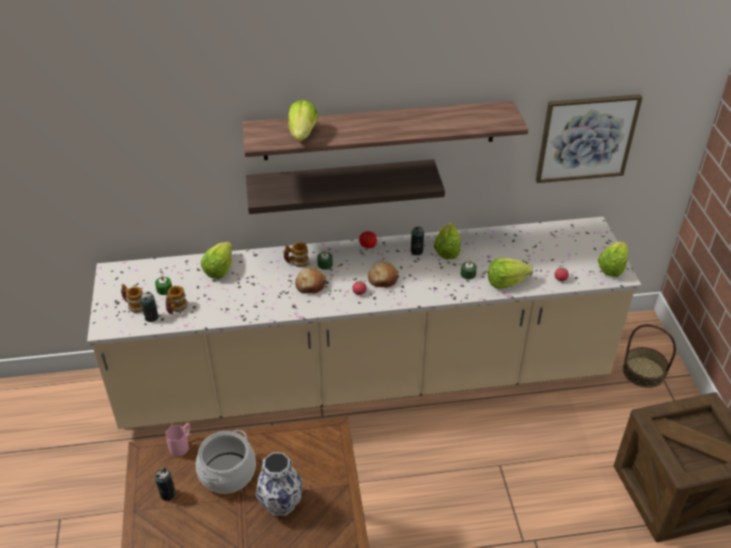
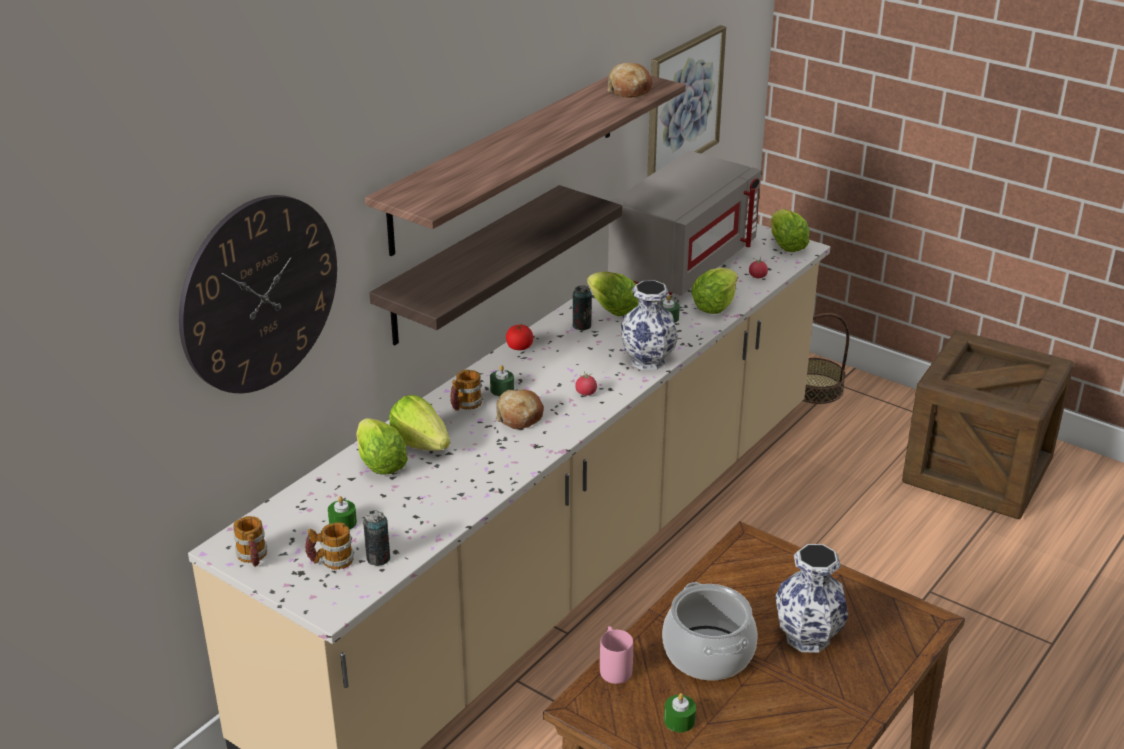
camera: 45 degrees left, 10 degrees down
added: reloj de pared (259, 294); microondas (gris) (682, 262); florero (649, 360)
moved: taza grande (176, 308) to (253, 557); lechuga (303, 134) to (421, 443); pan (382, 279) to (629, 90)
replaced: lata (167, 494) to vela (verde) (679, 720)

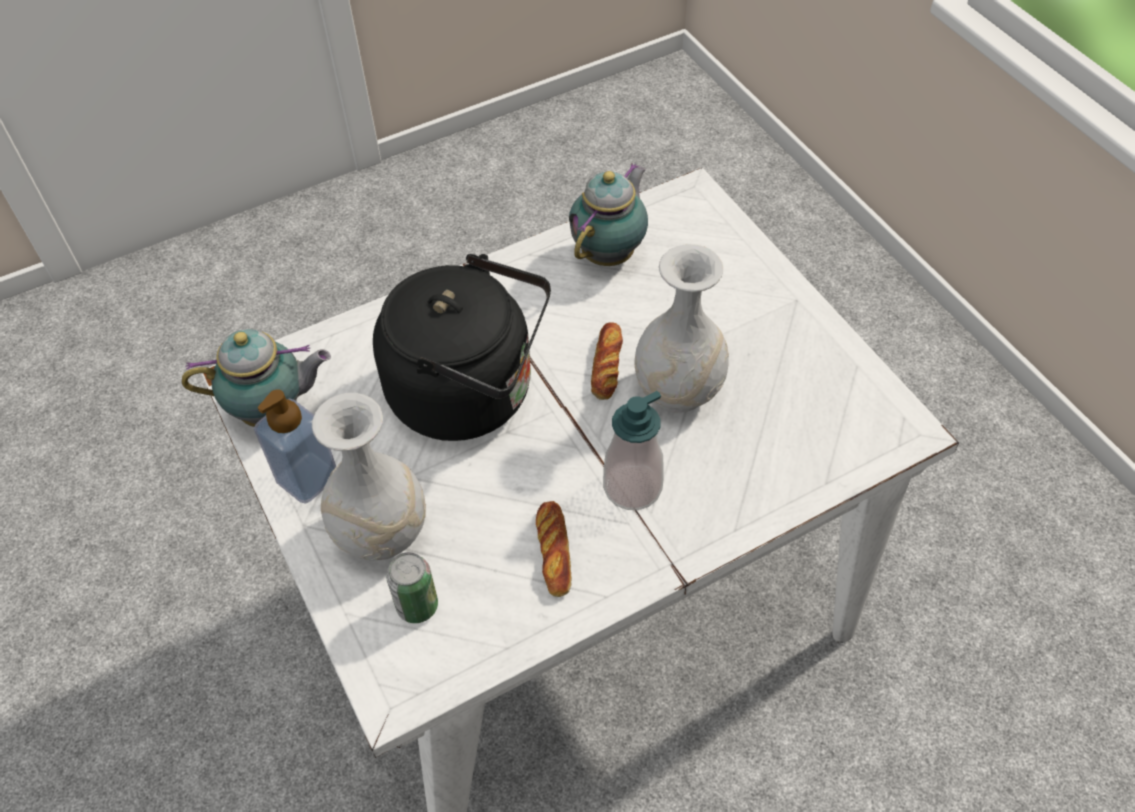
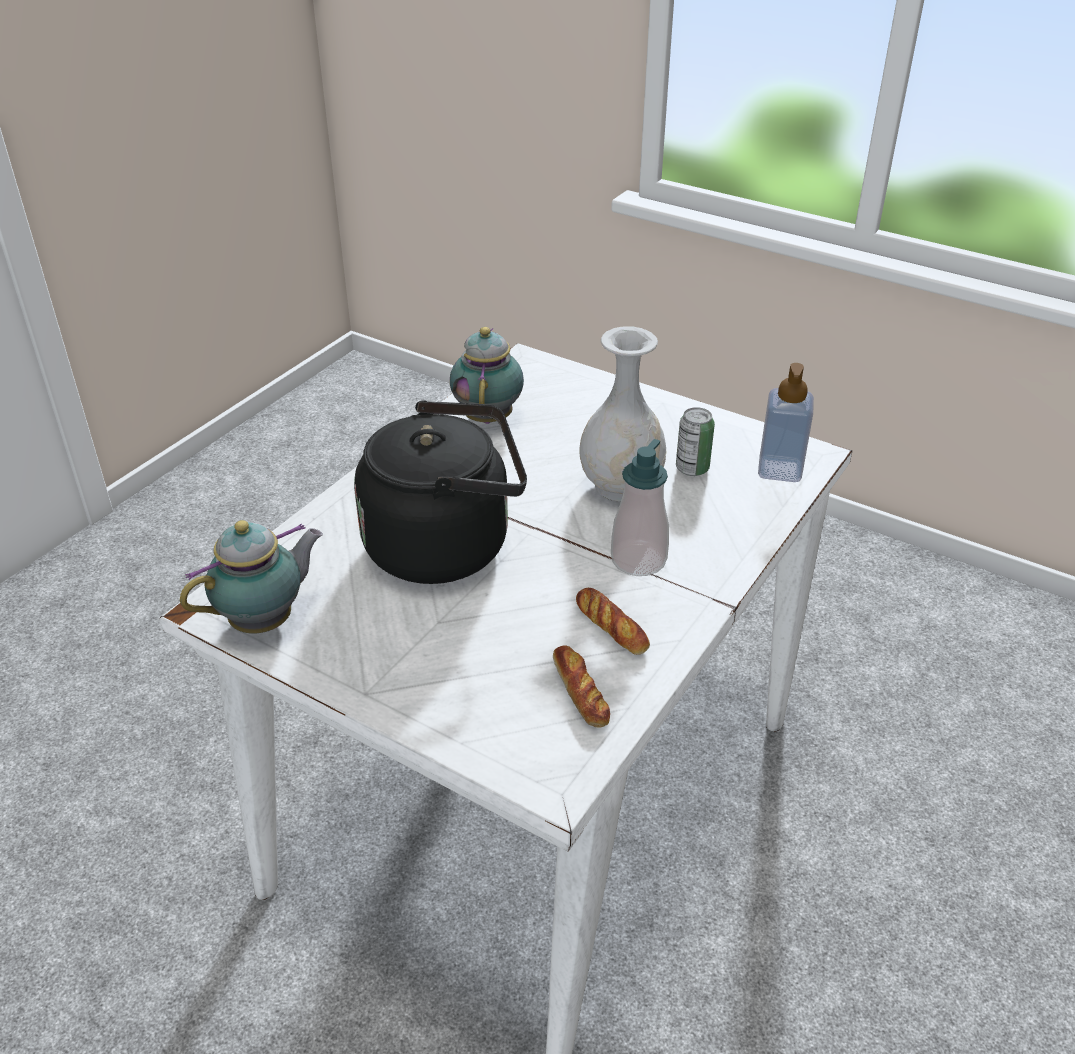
camera: 30 degrees left, 15 degrees down
removed: florero (blanco) (381, 534)
moved: pan (606, 365) to (580, 691); lata (417, 606) to (692, 468); dispensador de jabón (307, 478) to (779, 469)

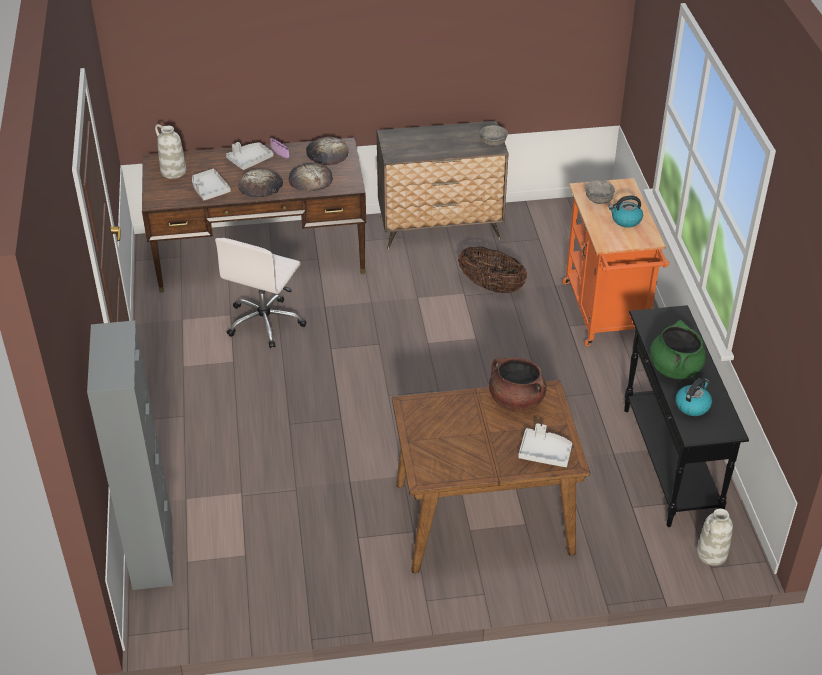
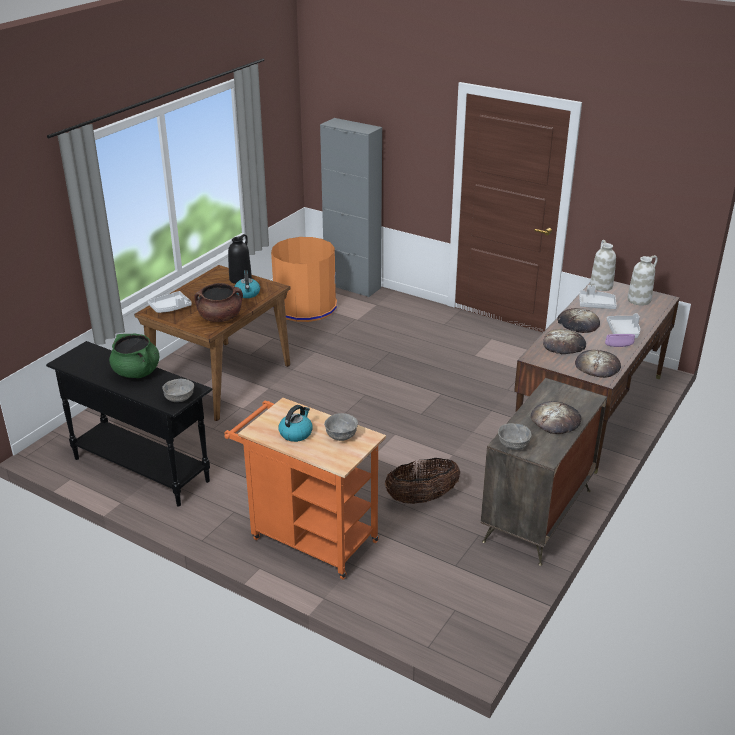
camera: 130 degrees right, 10 degrees down
removed: silla de oficina (blanco) (265, 322)
added: cuenco (gris) (179, 399); florero (negro) (240, 279); papelera (naranja) (305, 307); pan (555, 420)
moved: hervidor (692, 405) to (247, 294); florero (blanco) (711, 554) to (600, 286)

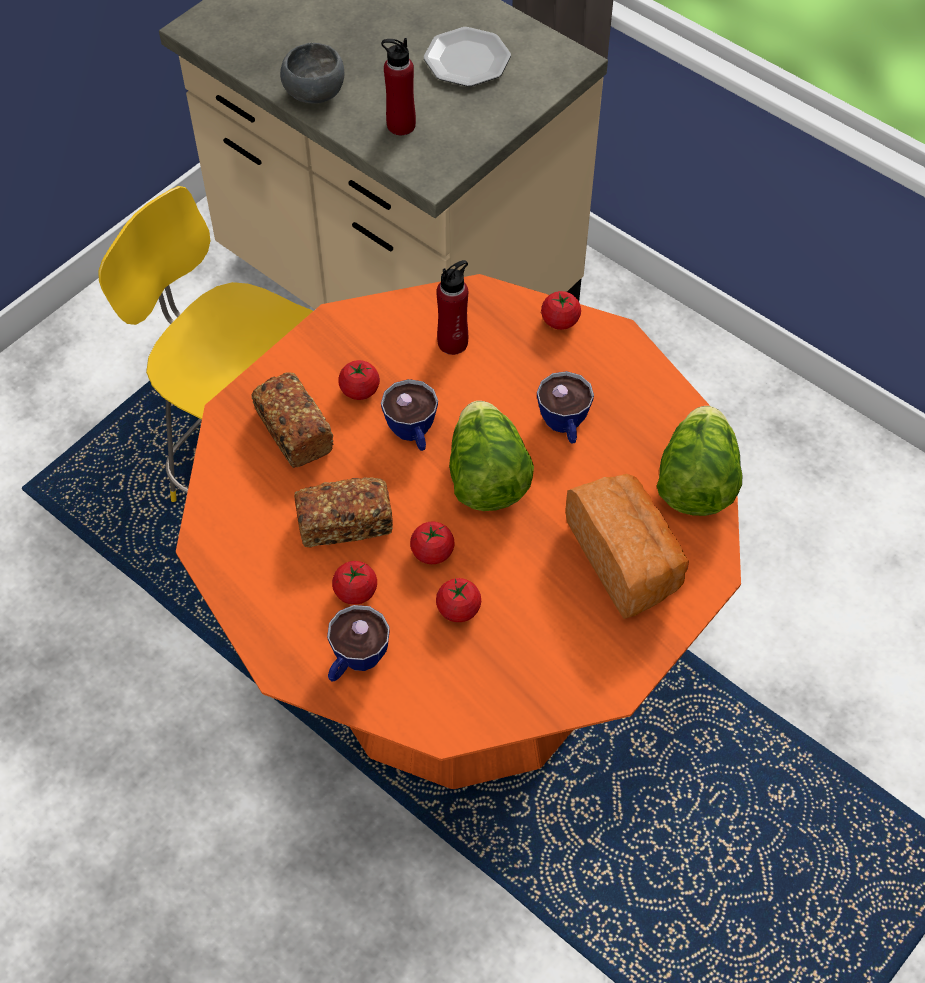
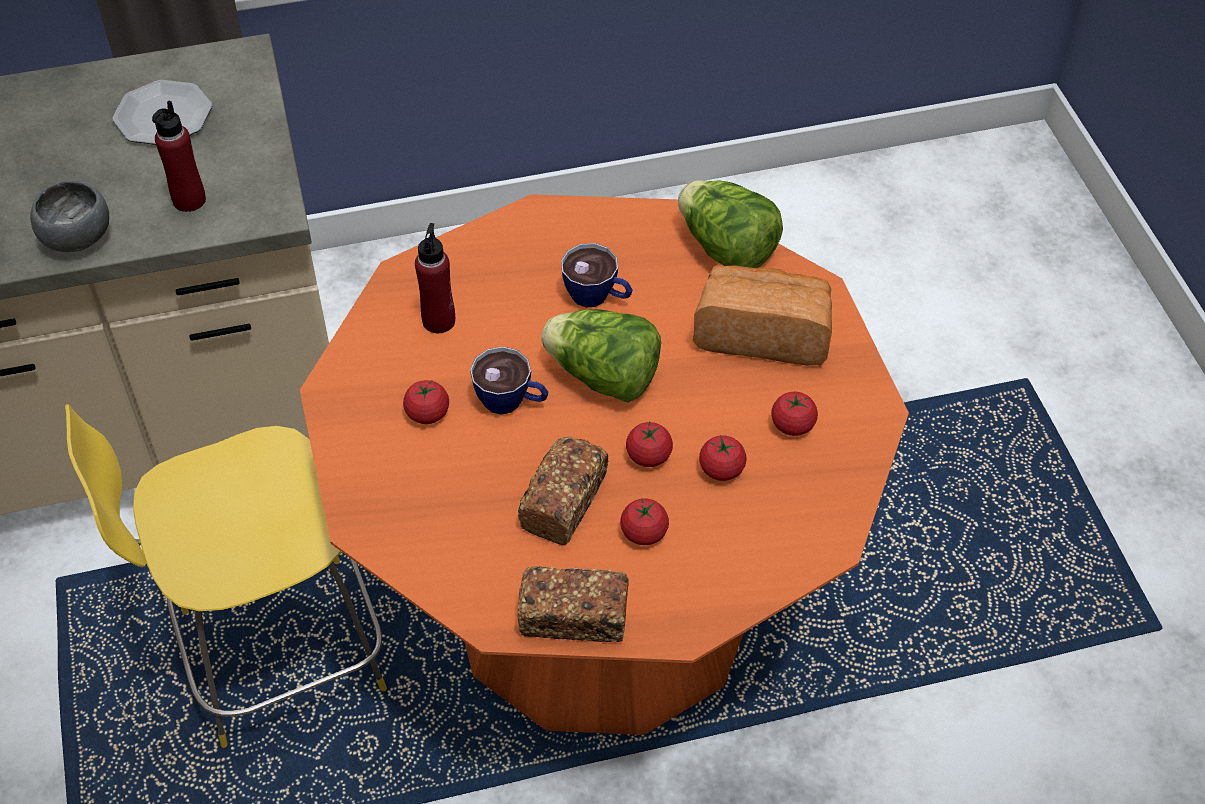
camera: 55 degrees left, 5 degrees down
removed: taza (355, 661)
moved: pan (293, 431) to (573, 617); tomate (560, 321) to (792, 425)

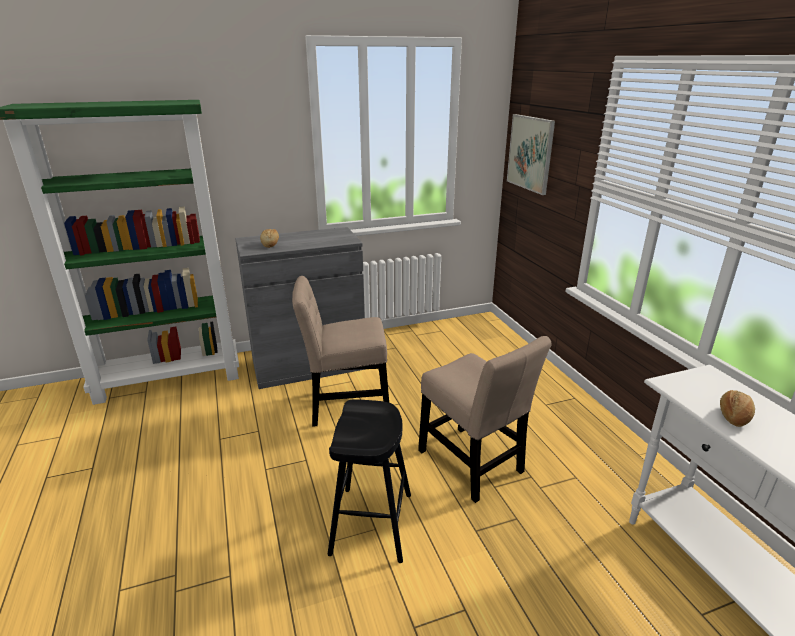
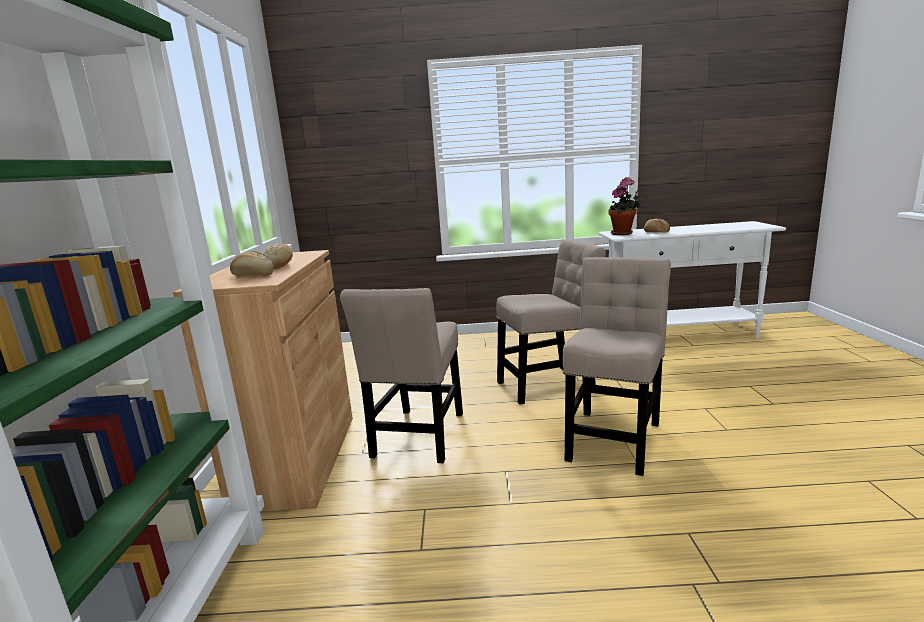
camera: 70 degrees left, 10 degrees down
removed: cuadro (530, 153)
added: pan (280, 266); planta en maceta (623, 233)
replaced: taburete (negro) (371, 523) to silla (beis) (613, 437)
recoloured: armario (gris) (309, 365) to armario (marrón) (298, 459)

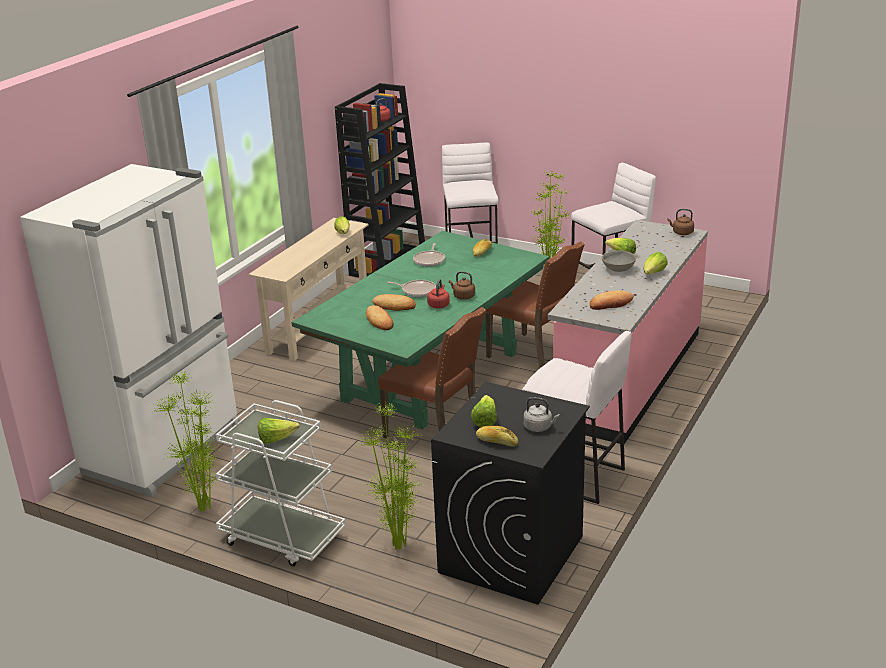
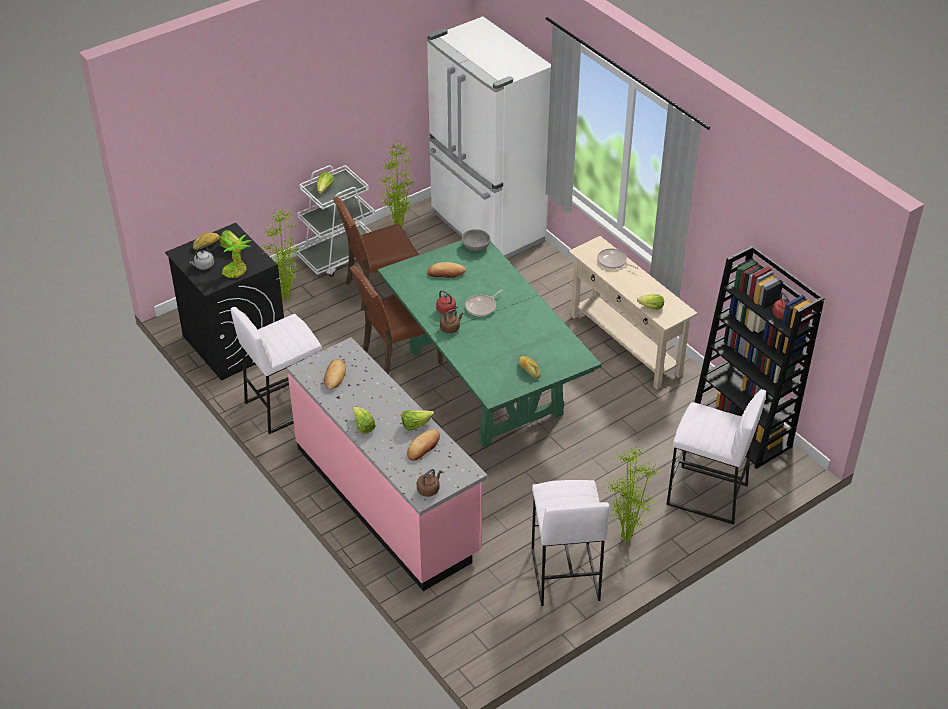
camera: 115 degrees right, 15 degrees up
added: planta en maceta (236, 270)
moved: silla (marrón) (534, 355) to (380, 289); pan (394, 306) to (423, 447); cuenco (gris) (618, 269) to (476, 247); sartén (429, 260) to (613, 262)

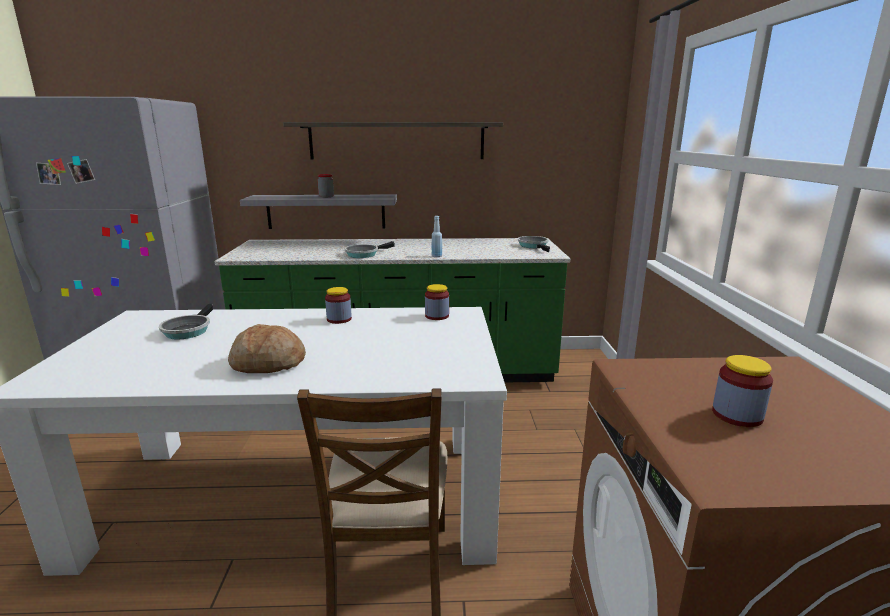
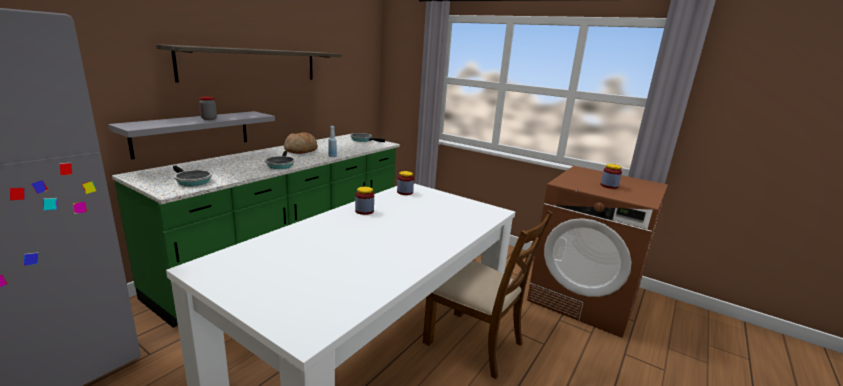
camera: 55 degrees left, 0 degrees up
moved: sartén (188, 330) to (192, 181); pan (268, 363) to (301, 150)

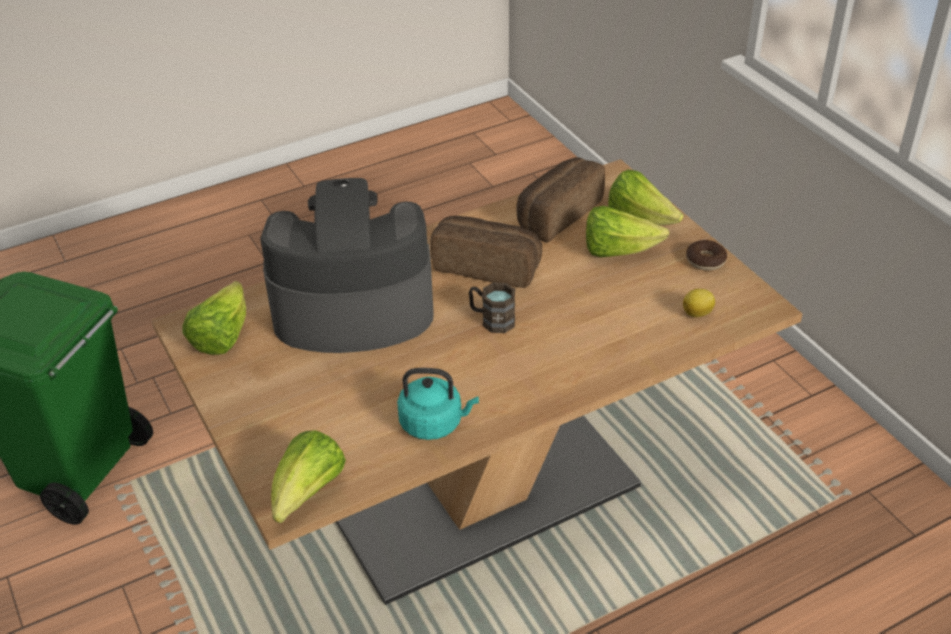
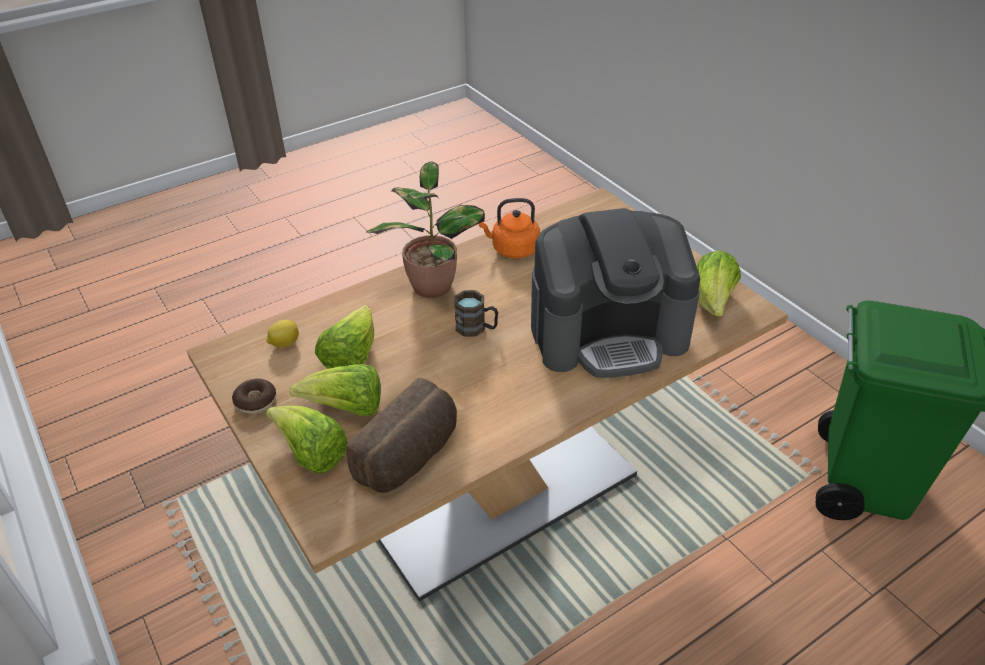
camera: 175 degrees right, 0 degrees up
removed: pan (487, 266)
added: planta en maceta (432, 284)
moved: lechuga (308, 494) to (351, 357)
recoloured: hervidor (turquesa) (434, 423) to hervidor (naranja) (512, 249)

